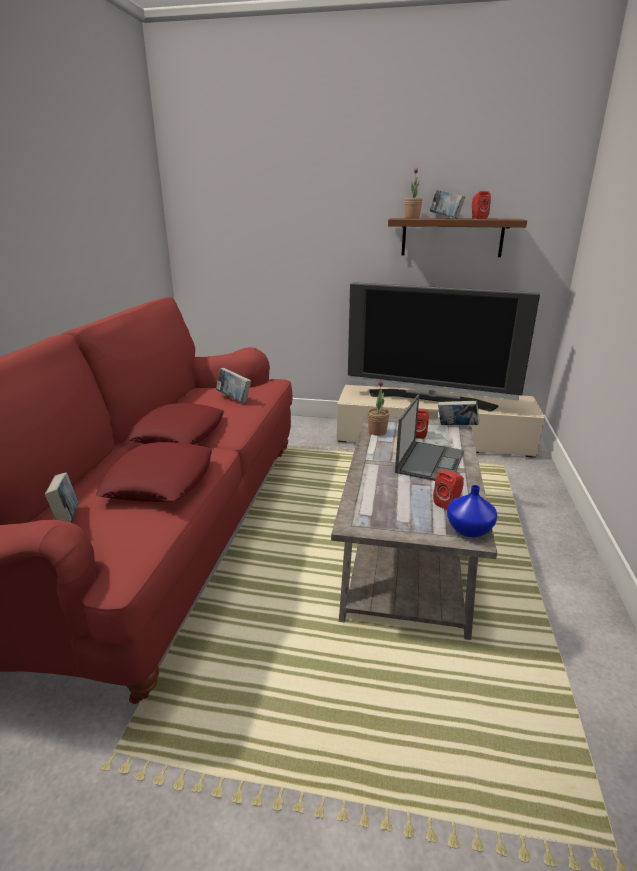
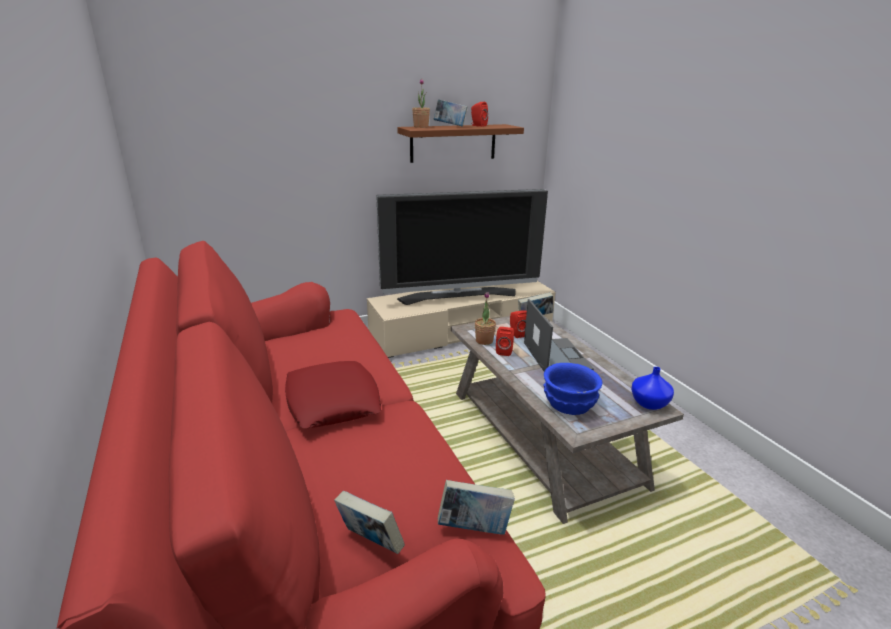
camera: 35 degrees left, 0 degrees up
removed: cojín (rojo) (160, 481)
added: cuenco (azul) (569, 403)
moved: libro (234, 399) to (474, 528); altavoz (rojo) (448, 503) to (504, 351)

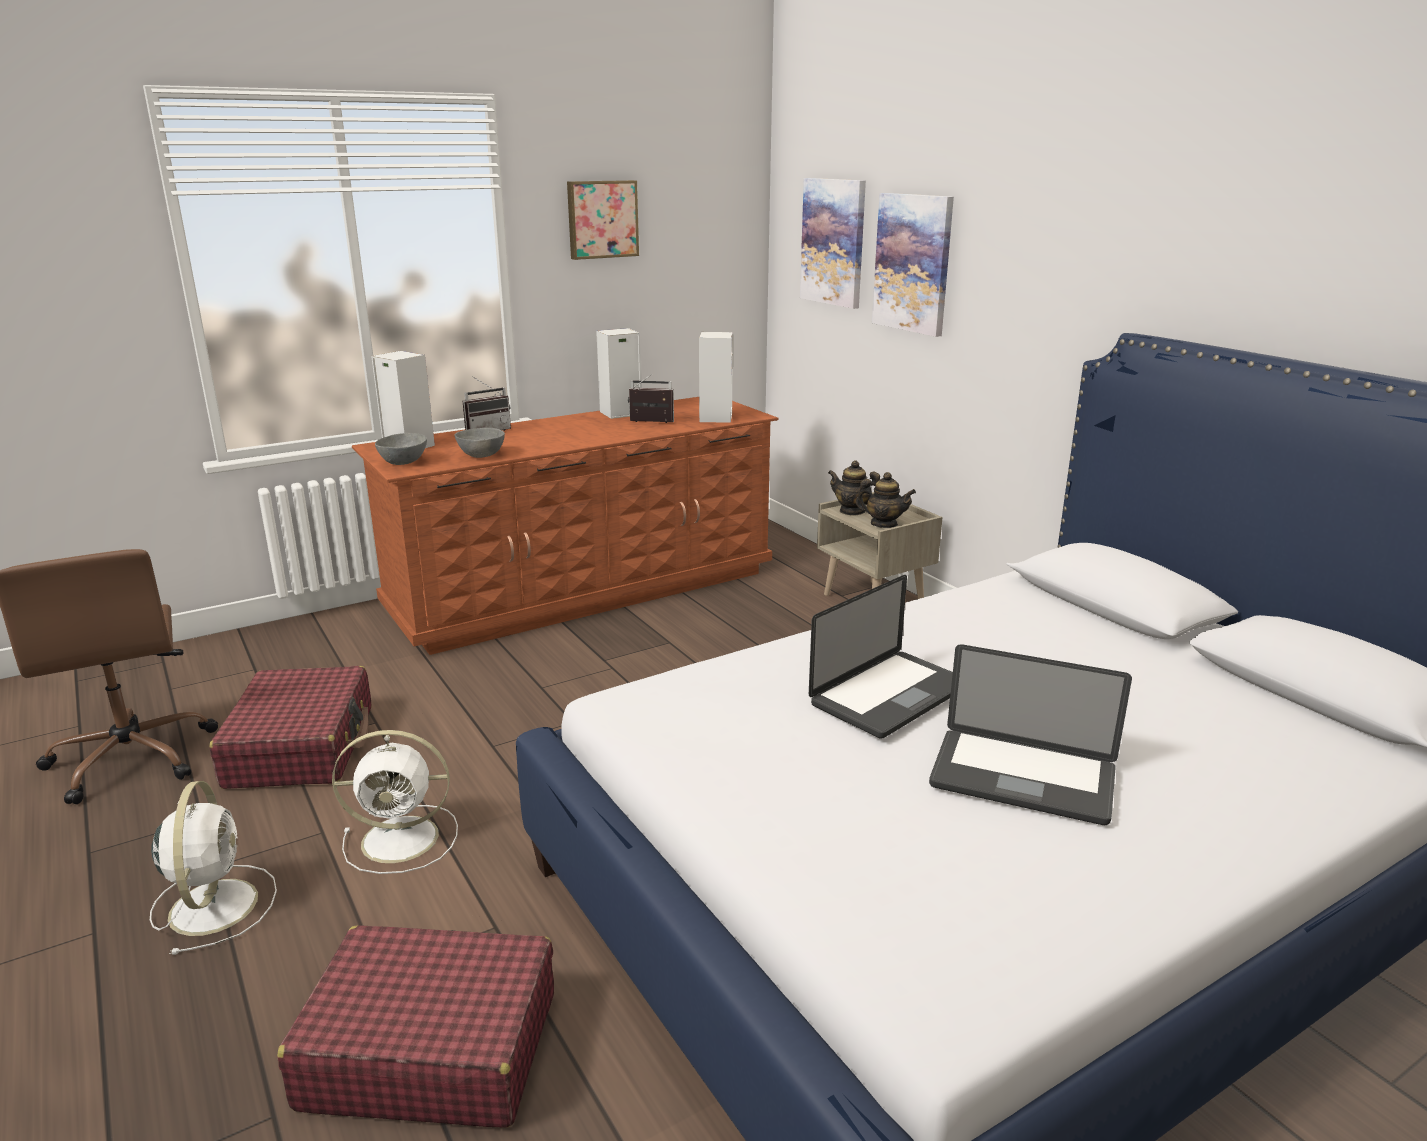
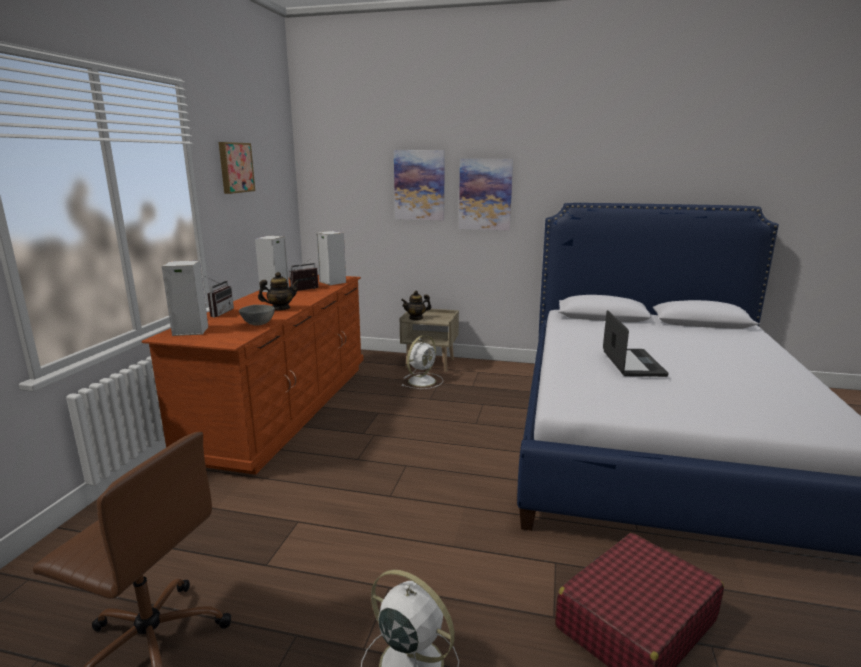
camera: 45 degrees left, 5 degrees down
removed: maleta (rojo) (302, 746); cuenco (gris) (404, 462); portátil (1022, 778)
moved: tetera (883, 524) to (280, 308); ventilador (blanco) (404, 839) to (422, 380); cuadro (833, 242) to (485, 194)

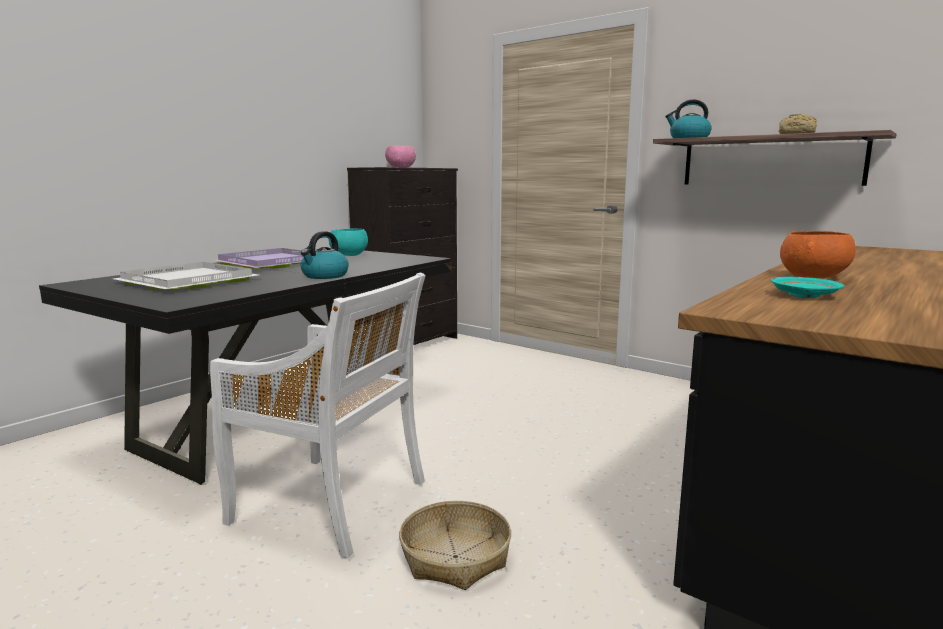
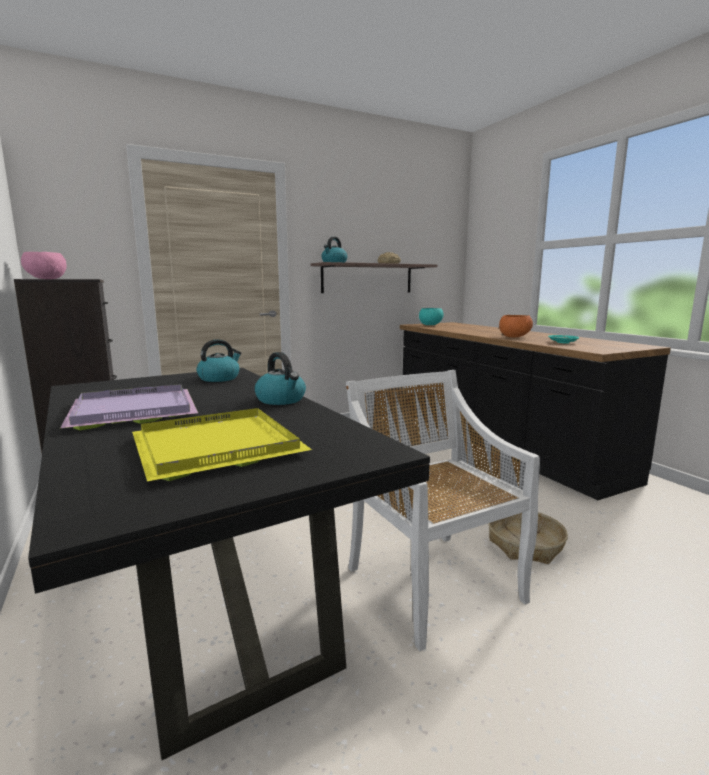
camera: 65 degrees left, 0 degrees up
added: hervidor (219, 378)
moved: cuenco (turquesa) (348, 255) to (430, 325)
recoloured: bandeja (blanco) (190, 281) to bandeja (amarillo) (219, 445)
turned: silla (blanco) (333, 503) = (432, 582) 75 degrees counterclockwise

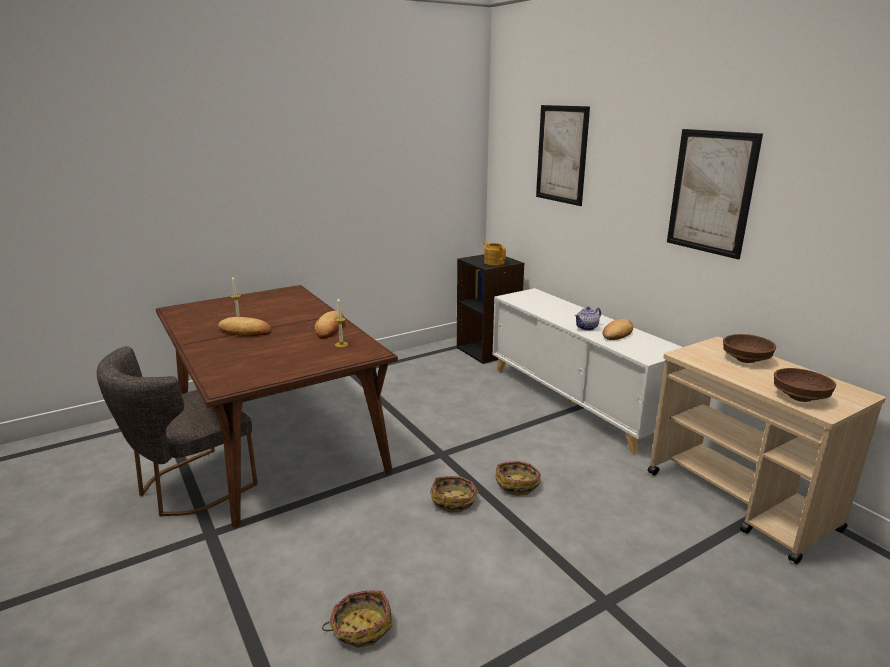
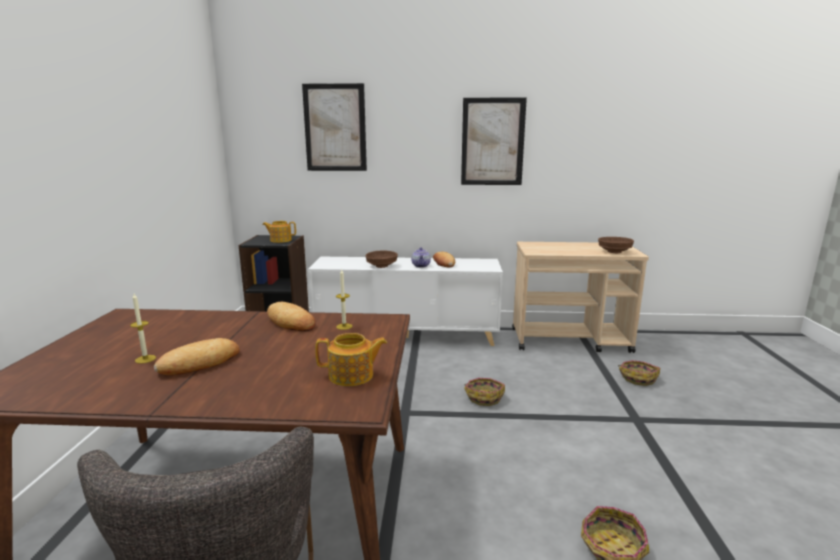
camera: 55 degrees left, 5 degrees down
added: tetera (352, 376)
moved: cuenco (marrón) (745, 359) to (381, 266); cesta (454, 500) to (638, 378)

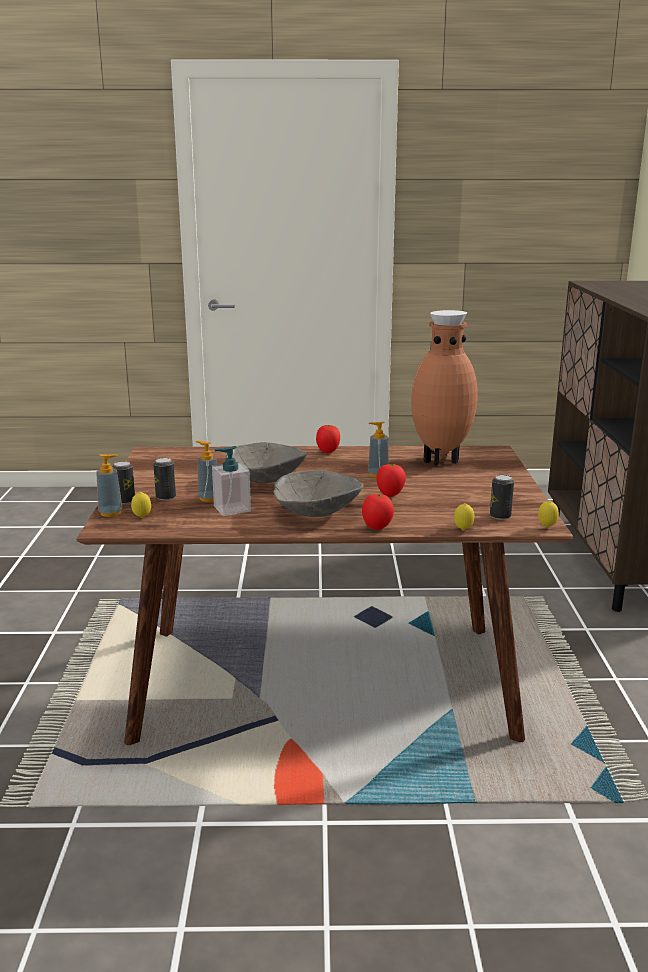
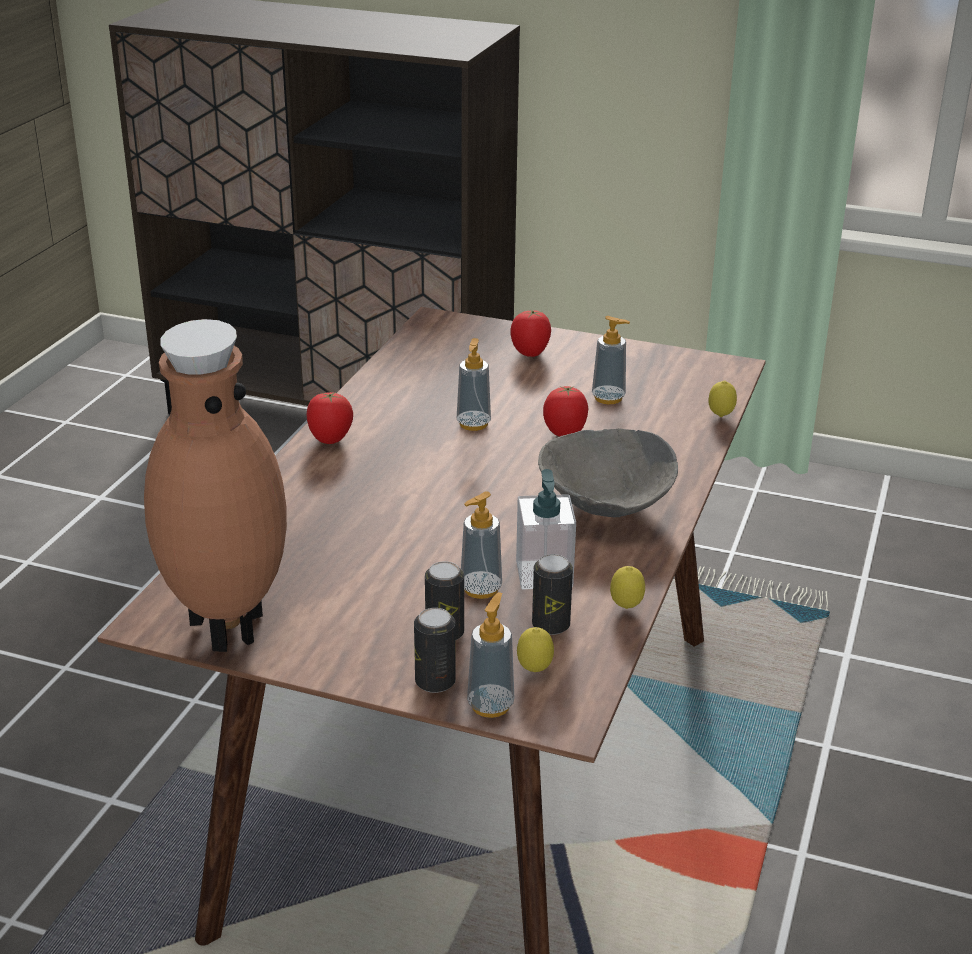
camera: 70 degrees left, 10 degrees up
removed: cuenco (gris) (265, 481)
added: dispensador de jabón (608, 398)
moved: florero (marrón) (440, 460) to (225, 627); tomate (377, 527) to (530, 354); lata (500, 516) to (551, 625); limón (546, 527) to (626, 608)

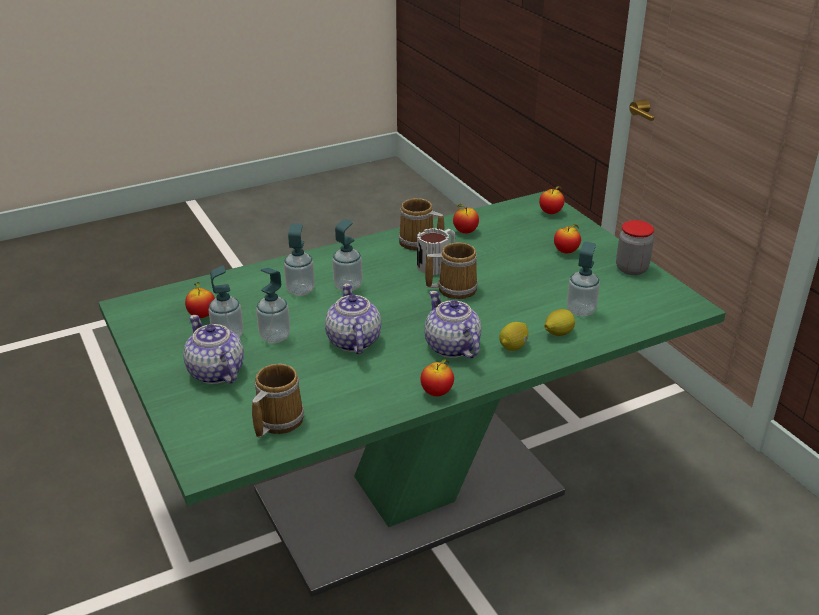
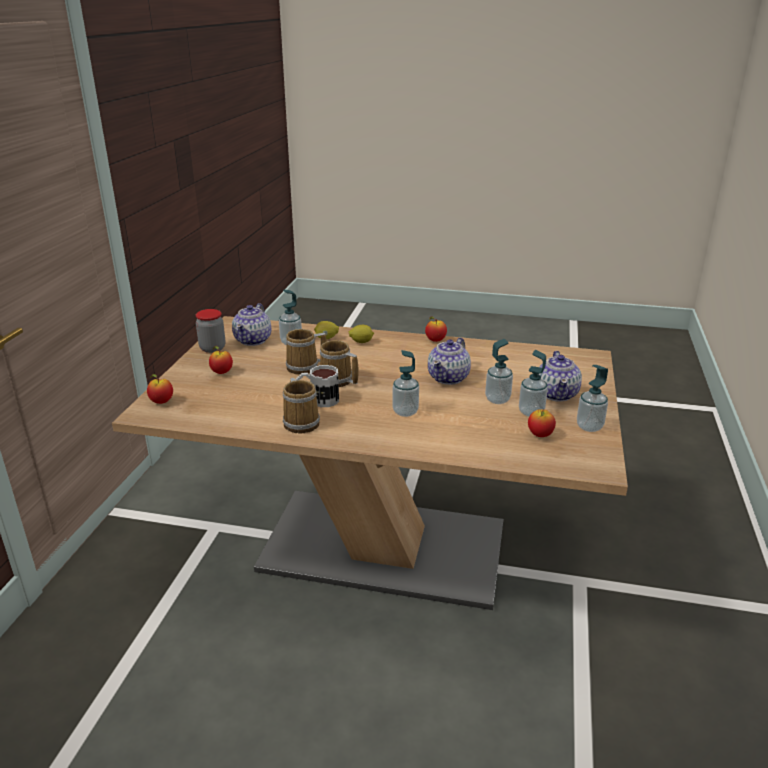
camera: 140 degrees left, 5 degrees down
removed: manzana (465, 232)
moved: tetera (452, 347) to (253, 340); taza grande (276, 420) to (305, 367); dispensador de jabón (300, 290) to (589, 427)
recoloured: mesa de comedor (verde) (409, 493) to mesa de comedor (marrón) (384, 547)

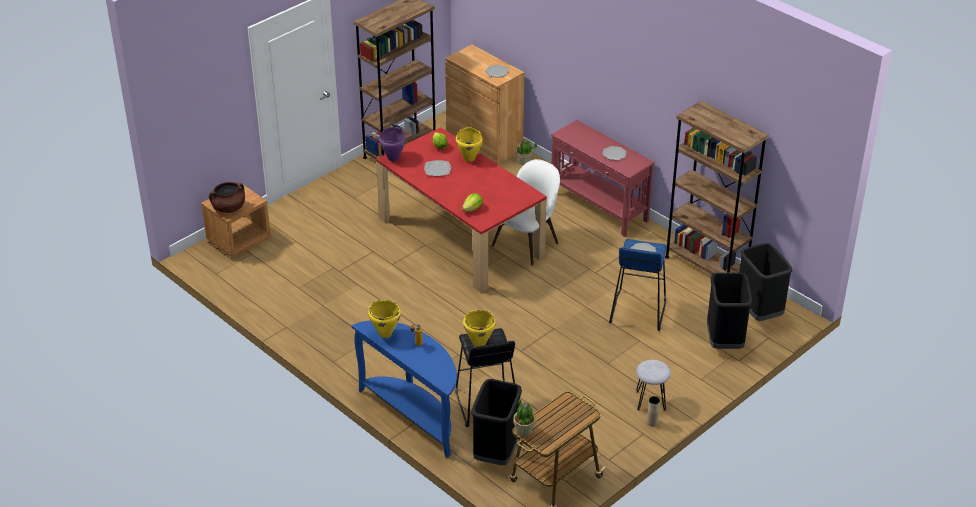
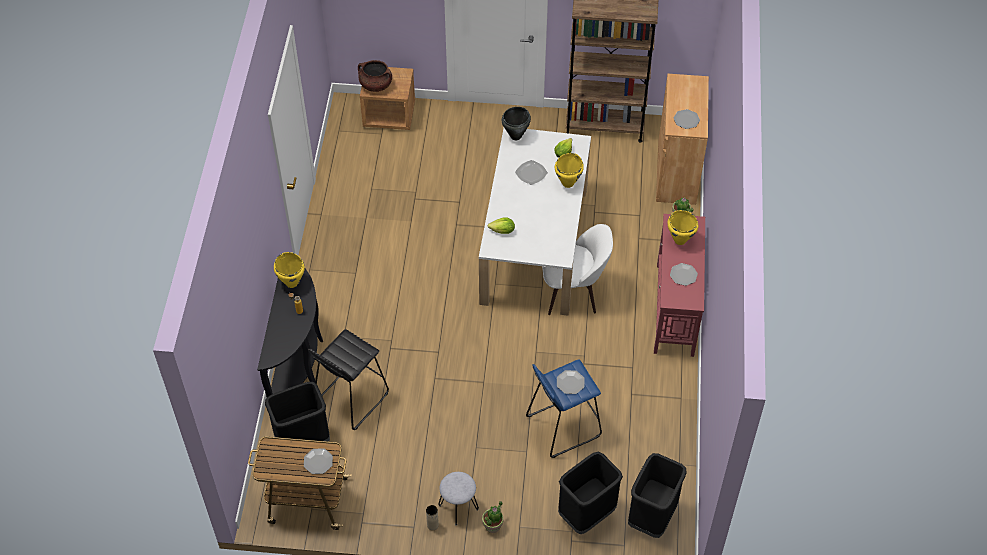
camera: 50 degrees right, 15 degrees up
removed: estantería (marrón) (706, 267)
added: plato (318, 461)
moved: planta en maceta (524, 430) to (493, 526); olla (amarillo) (479, 343) to (680, 240)
recoloured: mesa consola (azul) (415, 415) to mesa consola (negro) (298, 361); mesa de comedor (rojo) (460, 237) to mesa de comedor (blanco) (534, 243); olla (morado) (393, 158) to olla (negro) (516, 136)

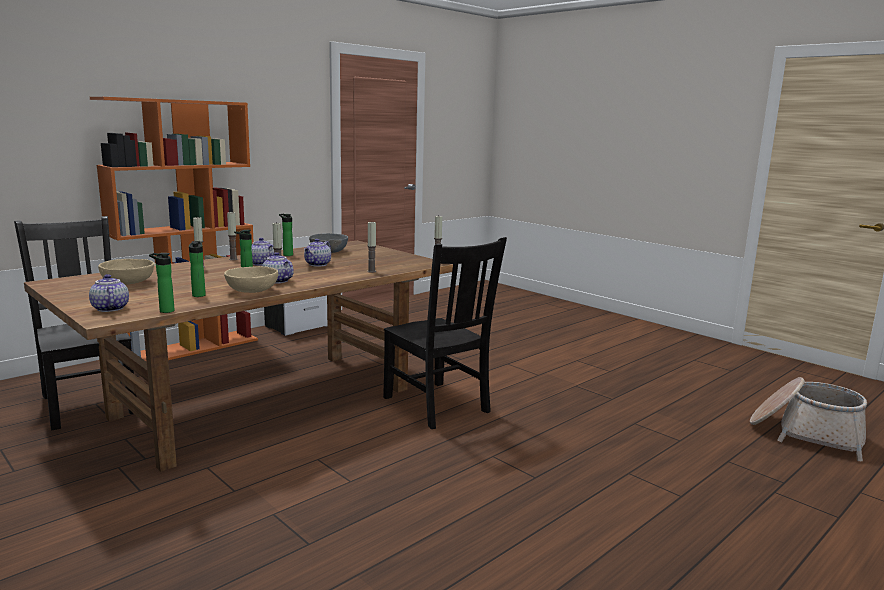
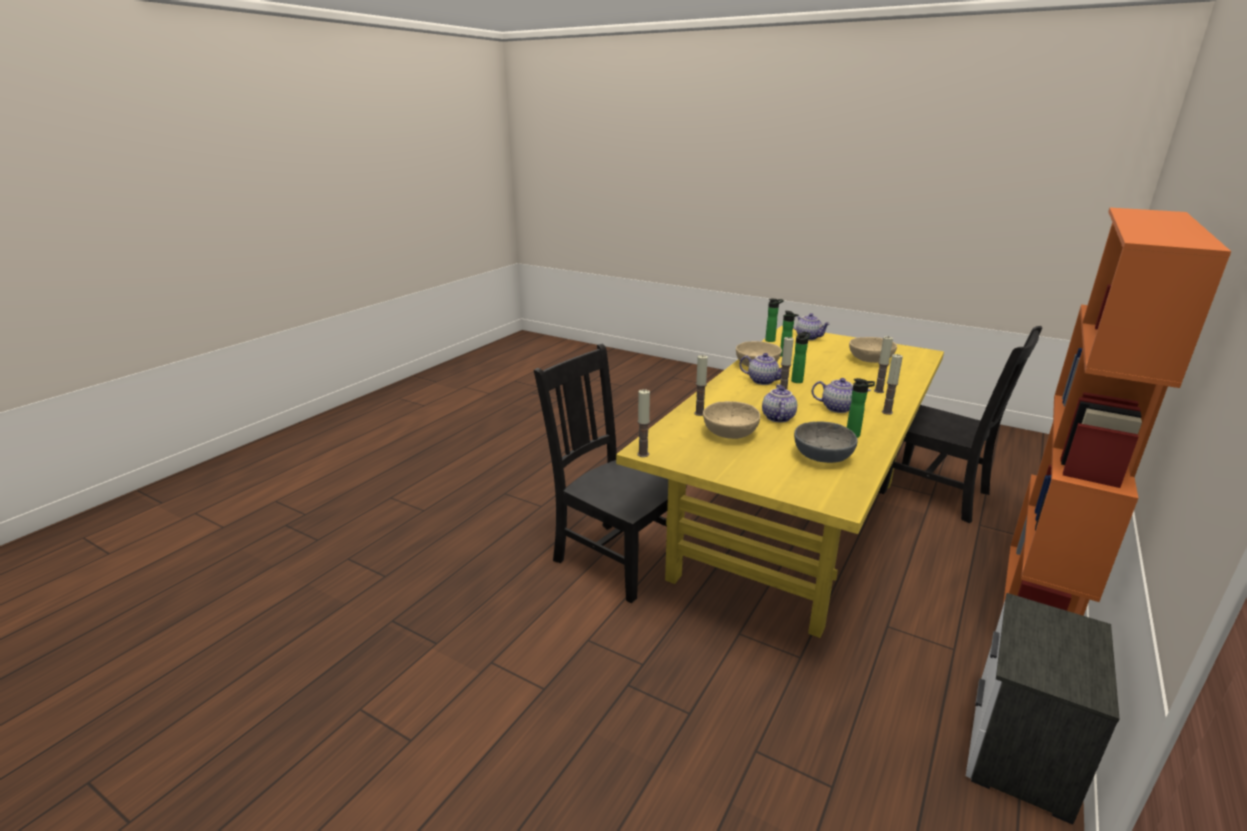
camera: 165 degrees right, 10 degrees up
removed: cesta (805, 434)
added: cuenco (beis) (729, 433)
recoloured: mesa de comedor (marrón) (264, 403) to mesa de comedor (amarillo) (791, 524)

